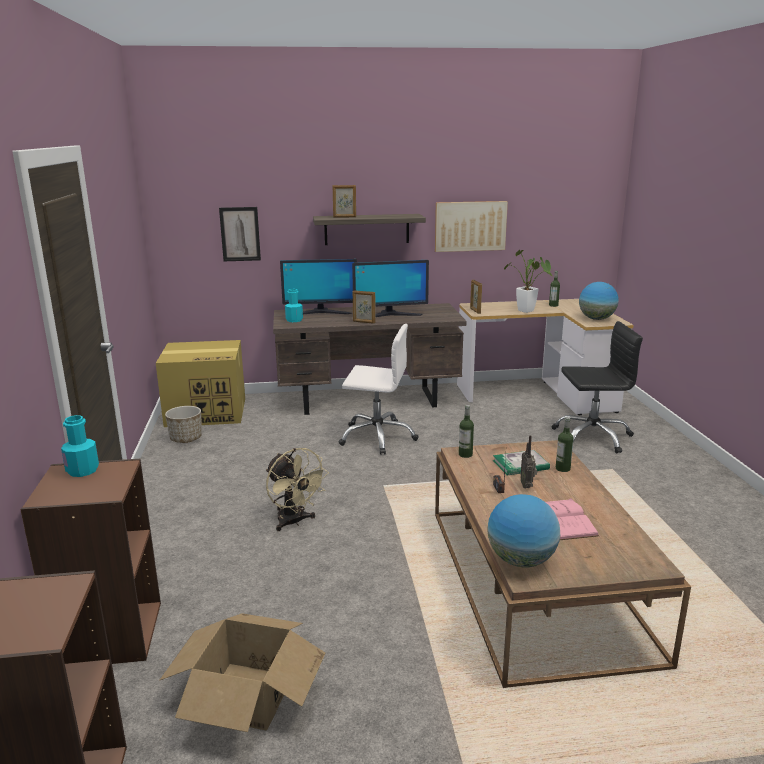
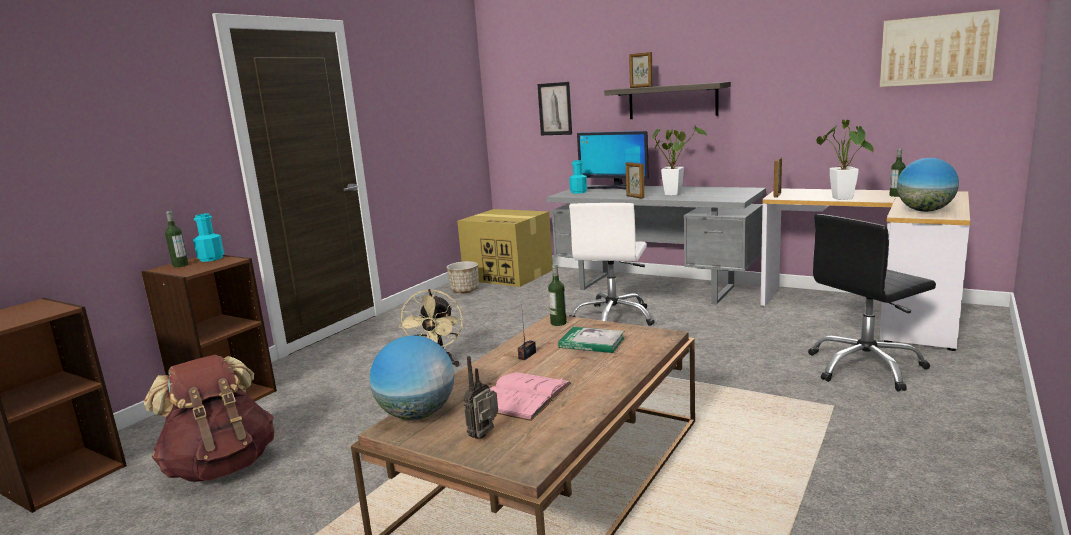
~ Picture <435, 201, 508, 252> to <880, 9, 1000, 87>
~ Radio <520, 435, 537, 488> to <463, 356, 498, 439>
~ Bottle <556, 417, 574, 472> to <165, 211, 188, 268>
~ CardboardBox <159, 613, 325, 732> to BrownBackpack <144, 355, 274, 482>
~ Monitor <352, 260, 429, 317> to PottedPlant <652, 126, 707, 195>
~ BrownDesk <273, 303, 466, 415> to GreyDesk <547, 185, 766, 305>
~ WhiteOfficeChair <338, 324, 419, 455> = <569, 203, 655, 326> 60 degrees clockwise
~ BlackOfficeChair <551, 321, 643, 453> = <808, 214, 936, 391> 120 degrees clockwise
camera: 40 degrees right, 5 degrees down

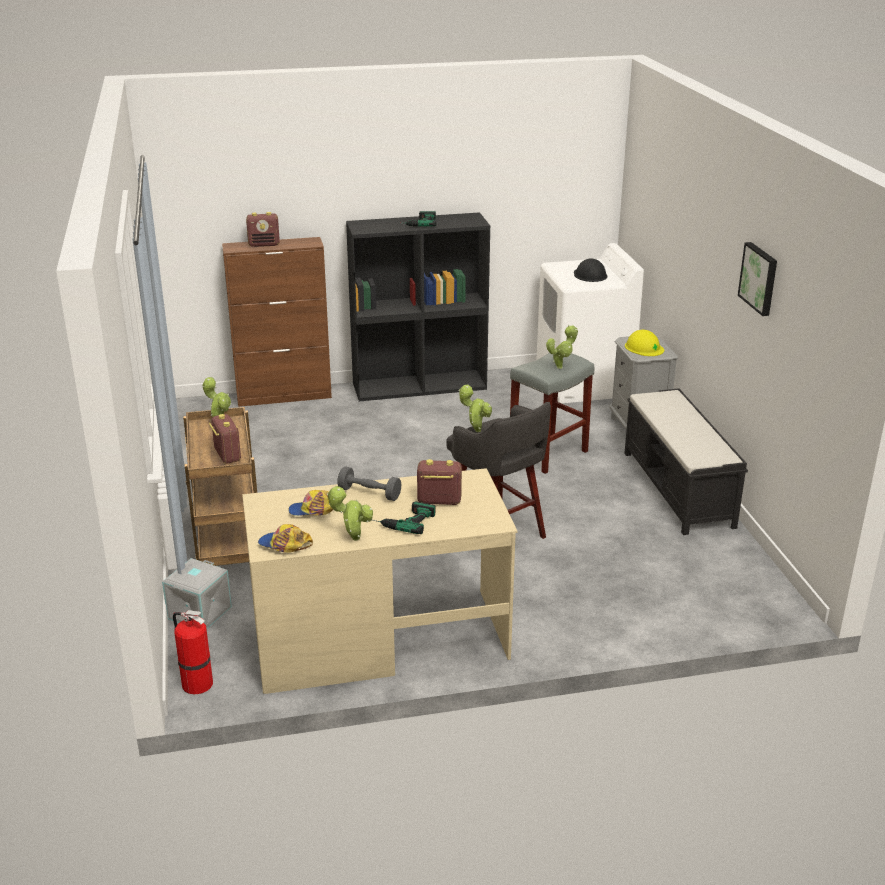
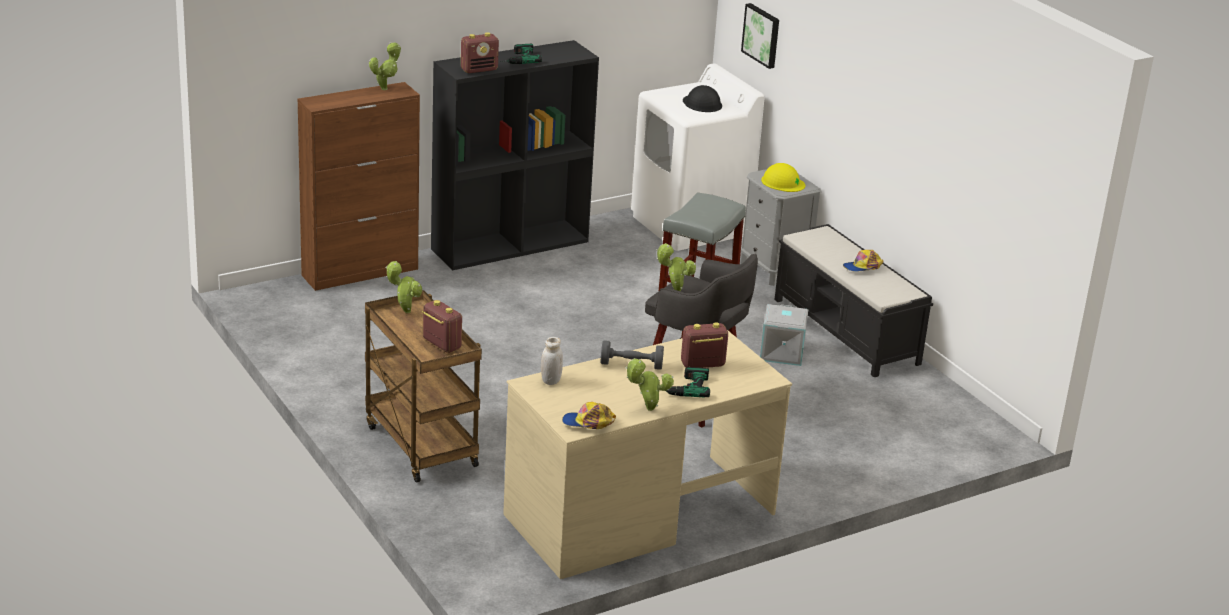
- FireExtinguisher <173, 610, 213, 694>
+ WhiteJar <541, 337, 563, 385>
~ GreyStorageBox <162, 558, 232, 629> to <760, 304, 808, 366>
~ Radio <246, 212, 280, 247> to <461, 32, 499, 73>
~ Cap <288, 490, 333, 516> to <843, 250, 883, 272>
~ PottedPlant <546, 325, 578, 369> to <369, 42, 401, 90>
~ Picture <738, 242, 777, 316> to <741, 3, 779, 69>
camera: 20 degrees left, 0 degrees up

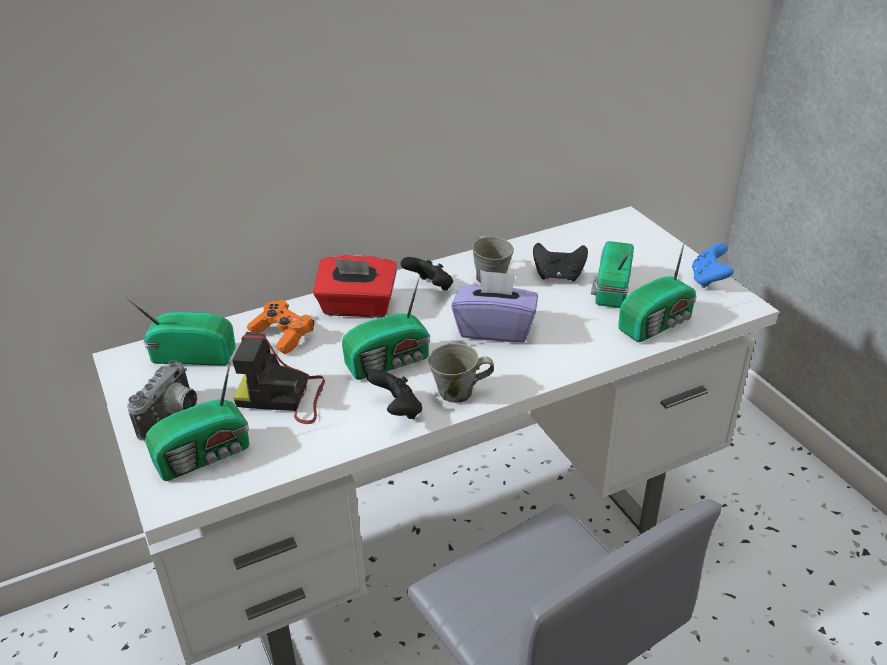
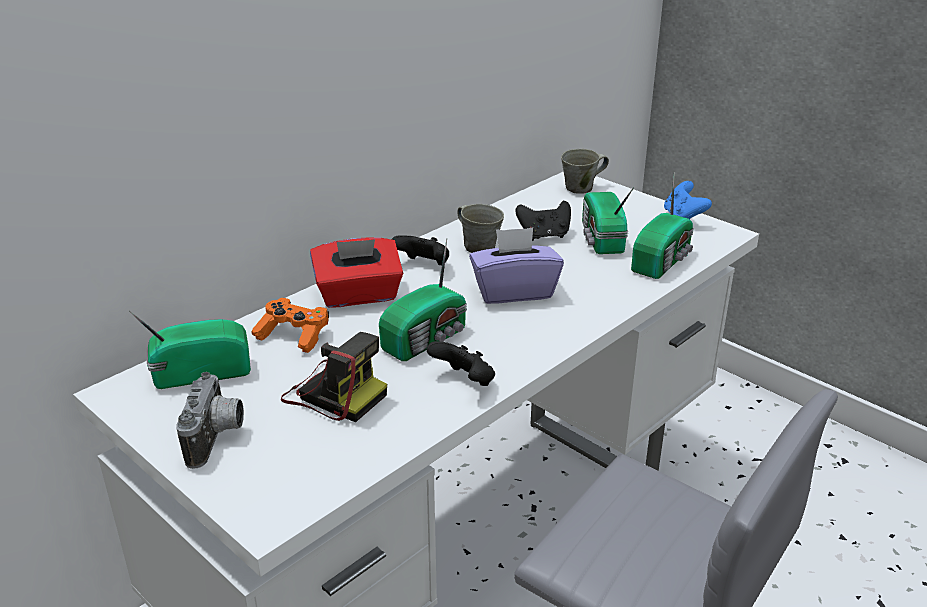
- Radio <145, 357, 249, 481>
~ GreyMug <429, 343, 494, 403> to <561, 149, 609, 194>
~ PhotoCamera <232, 332, 325, 424> = <281, 332, 387, 422> 135 degrees counterclockwise
camera: 20 degrees left, 5 degrees down

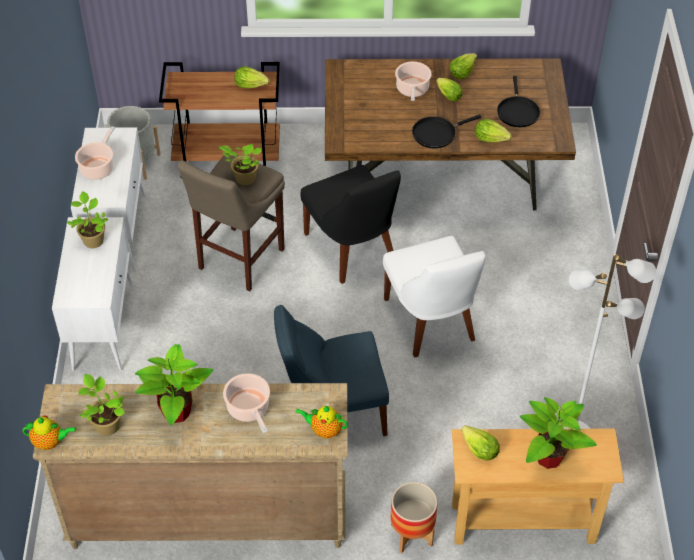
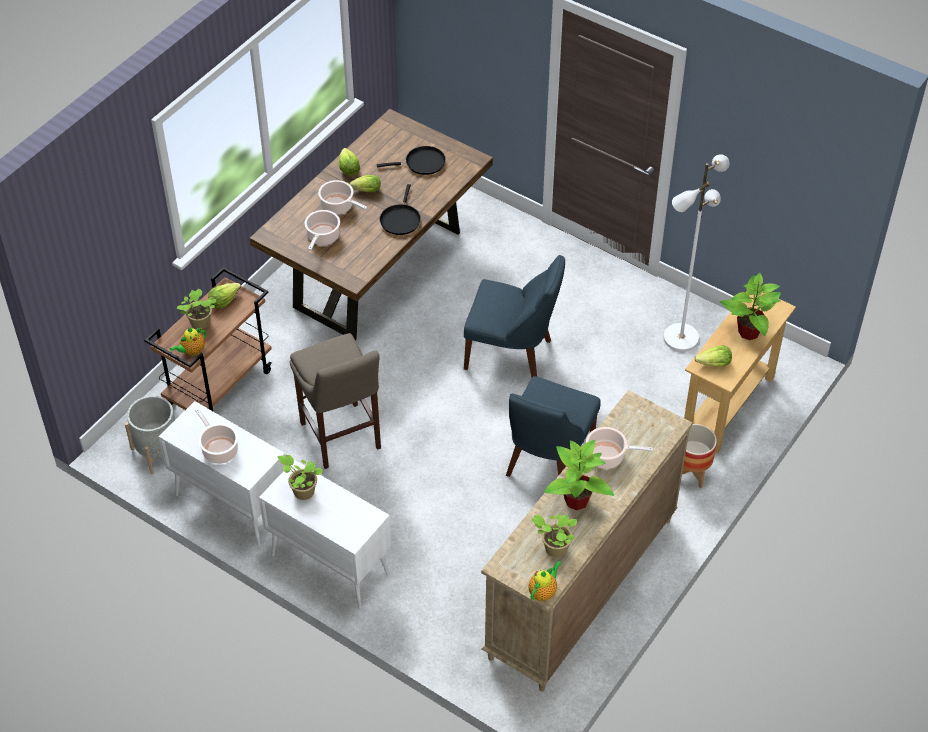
- BlackChair <301, 165, 401, 284>
- Lettuce <475, 119, 512, 142>
+ CookingPot <305, 210, 340, 250>
~ PottedPlant <219, 144, 261, 185> to <176, 289, 216, 330>
~ Teapot <295, 406, 348, 439> to <170, 328, 206, 356>
~ WhiteChair <383, 236, 486, 358> to BlueChair <464, 255, 565, 378>
~ BlackFryingPan <497, 76, 540, 127> = <377, 146, 446, 175> 45 degrees counterclockwise
camera: 55 degrees left, 0 degrees up

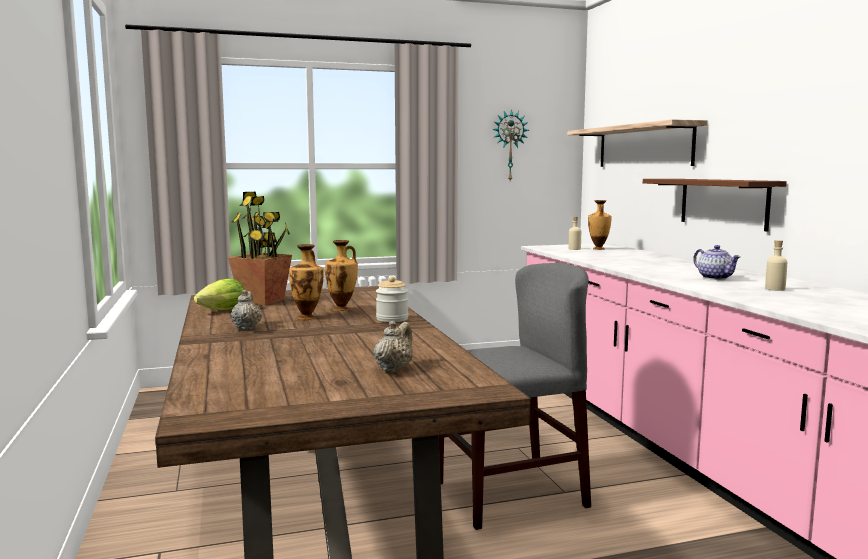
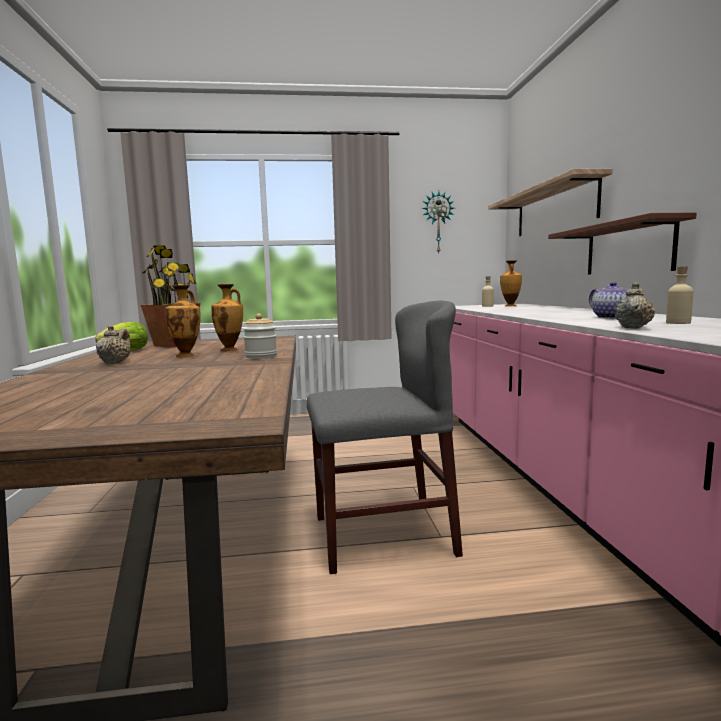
~ BeigeTeapot <374, 321, 413, 372> to <615, 282, 655, 329>
camera: 10 degrees right, 0 degrees up

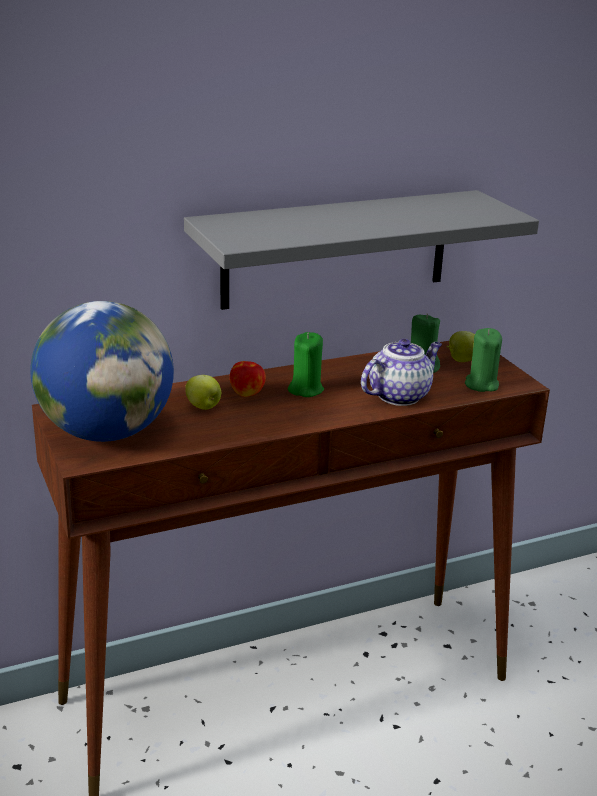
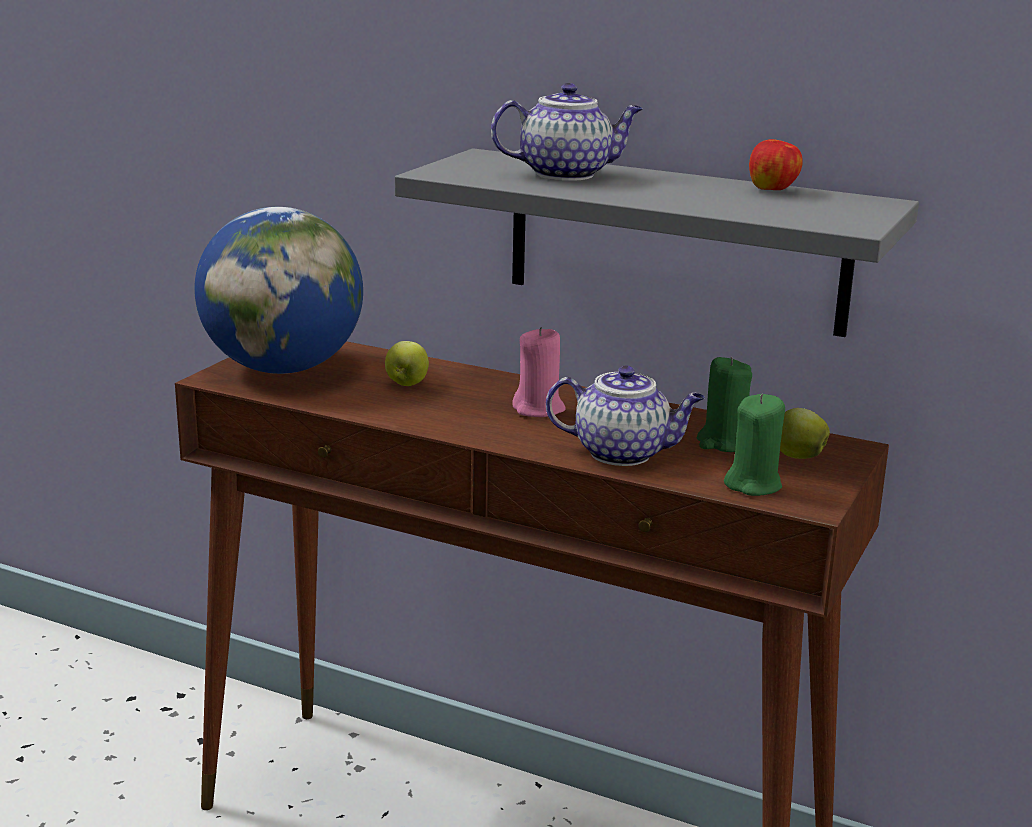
+ Teapot <491, 83, 643, 181>
~ Apple <230, 361, 266, 397> to <749, 139, 803, 190>
~ GreenCandle <288, 332, 324, 397> to PinkCandle <512, 327, 566, 417>
camera: 50 degrees right, 5 degrees down

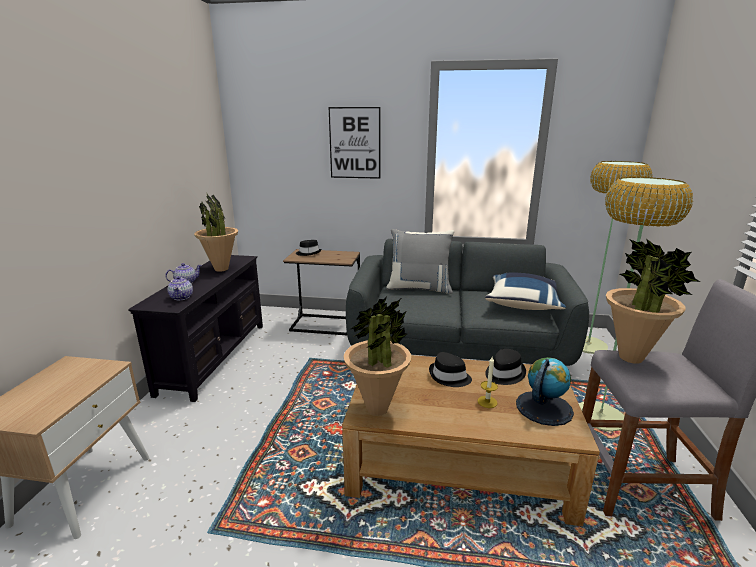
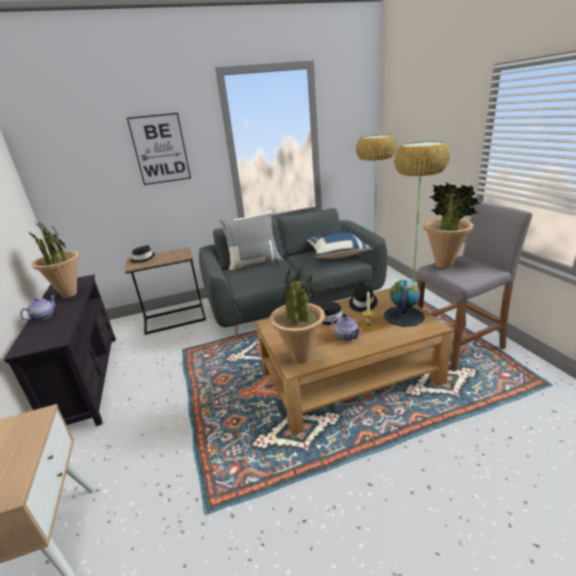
~ Teapot <167, 276, 193, 300> to <331, 316, 362, 341>
camera: 25 degrees left, 5 degrees up

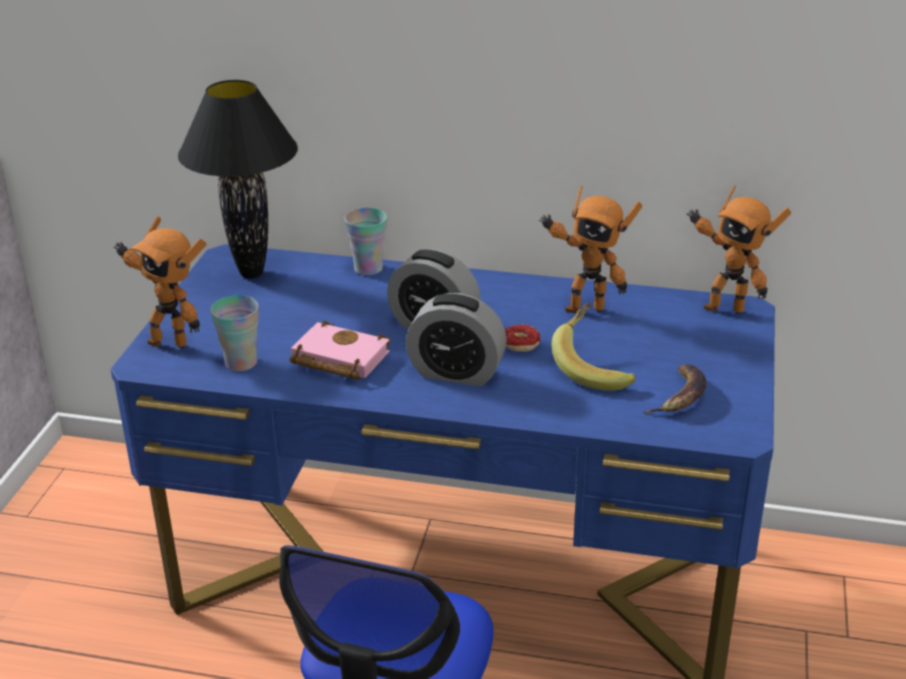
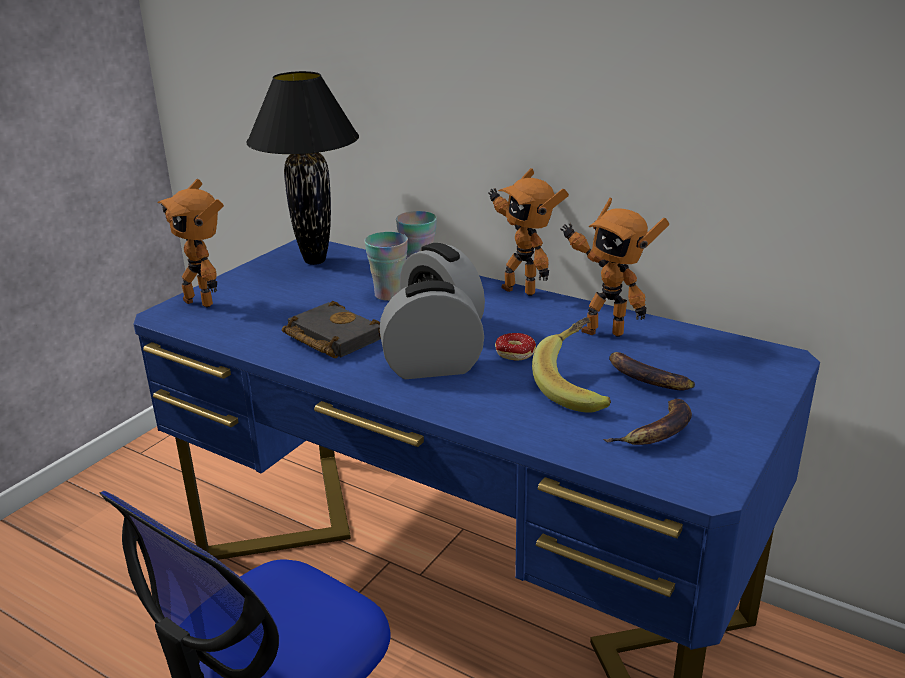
+ Banana <609, 352, 695, 391>
~ Cup <210, 295, 259, 371> to <364, 232, 408, 301>
~ ToyRobot <687, 185, 791, 314> to <488, 168, 569, 296>
~ PinkBook <289, 321, 390, 380> to BlackBook <282, 301, 381, 358>
~ AlarmClock <406, 293, 507, 386> = <379, 281, 484, 379> 135 degrees clockwise
camera: 20 degrees right, 5 degrees down

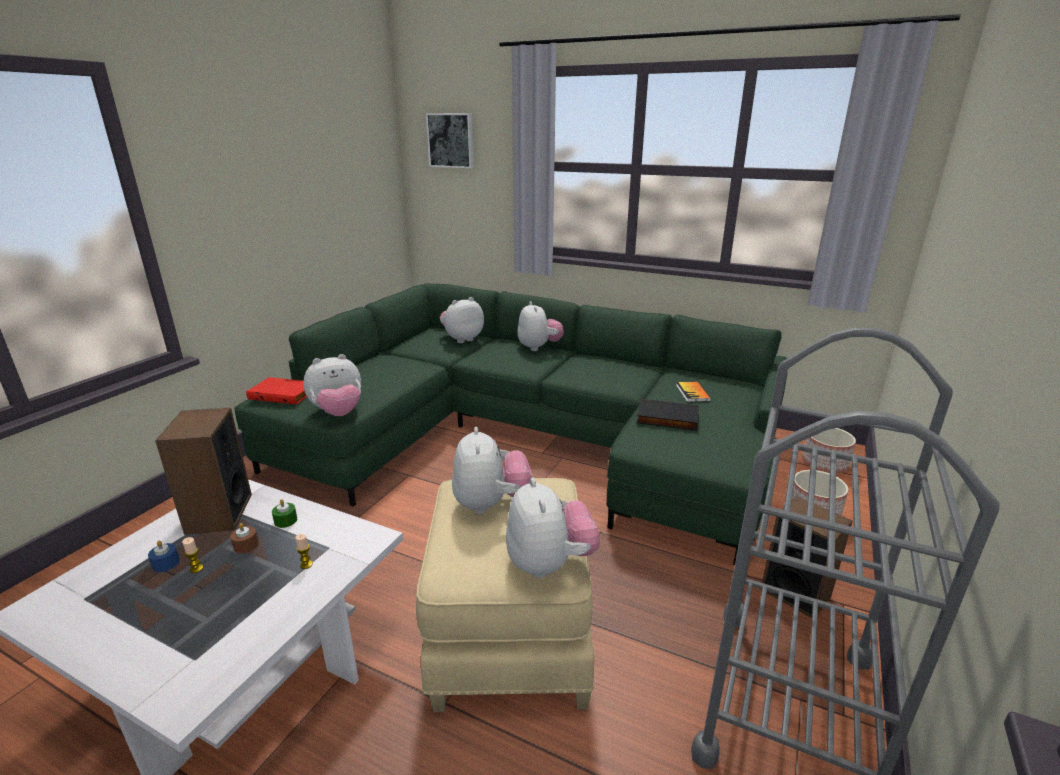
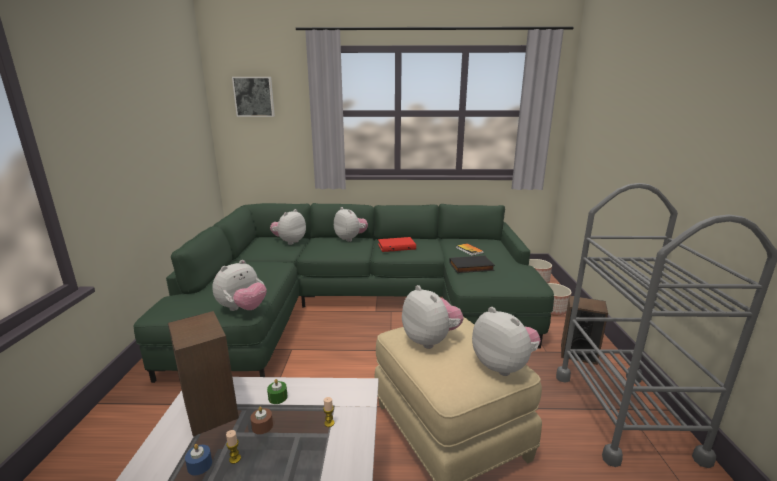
~ RedBook <246, 377, 307, 405> to <378, 237, 416, 252>
camera: 25 degrees left, 5 degrees down

